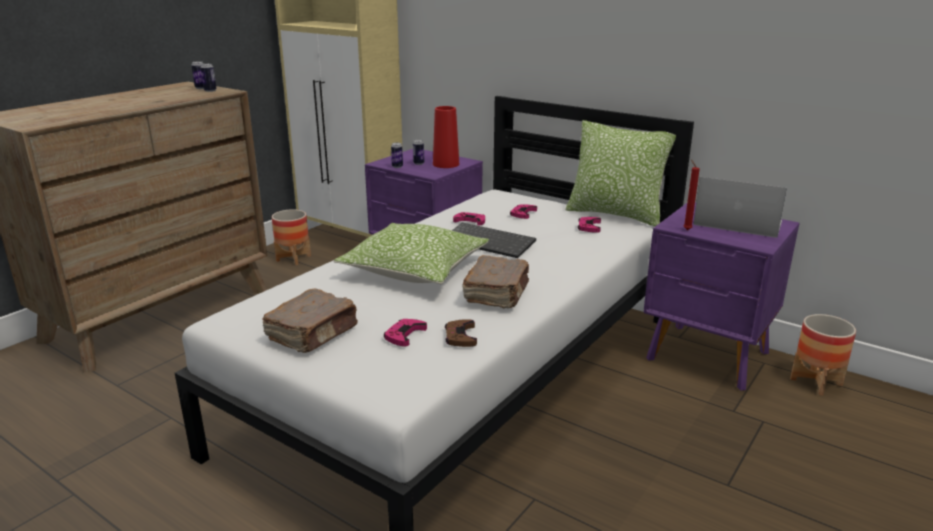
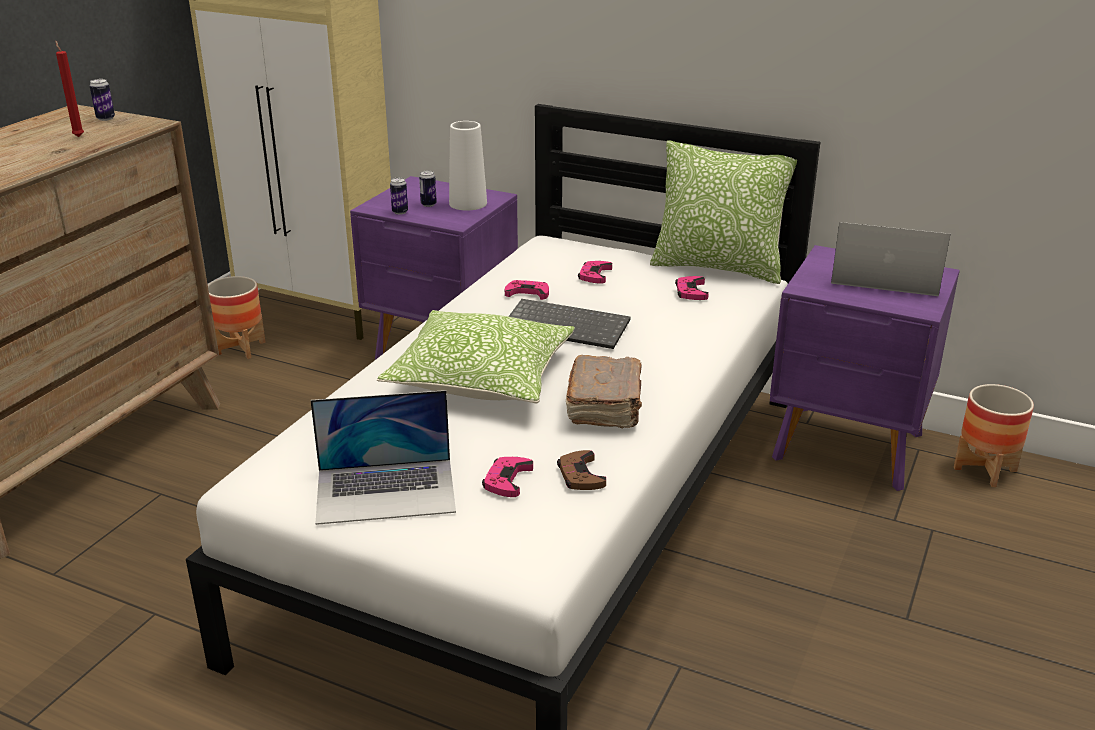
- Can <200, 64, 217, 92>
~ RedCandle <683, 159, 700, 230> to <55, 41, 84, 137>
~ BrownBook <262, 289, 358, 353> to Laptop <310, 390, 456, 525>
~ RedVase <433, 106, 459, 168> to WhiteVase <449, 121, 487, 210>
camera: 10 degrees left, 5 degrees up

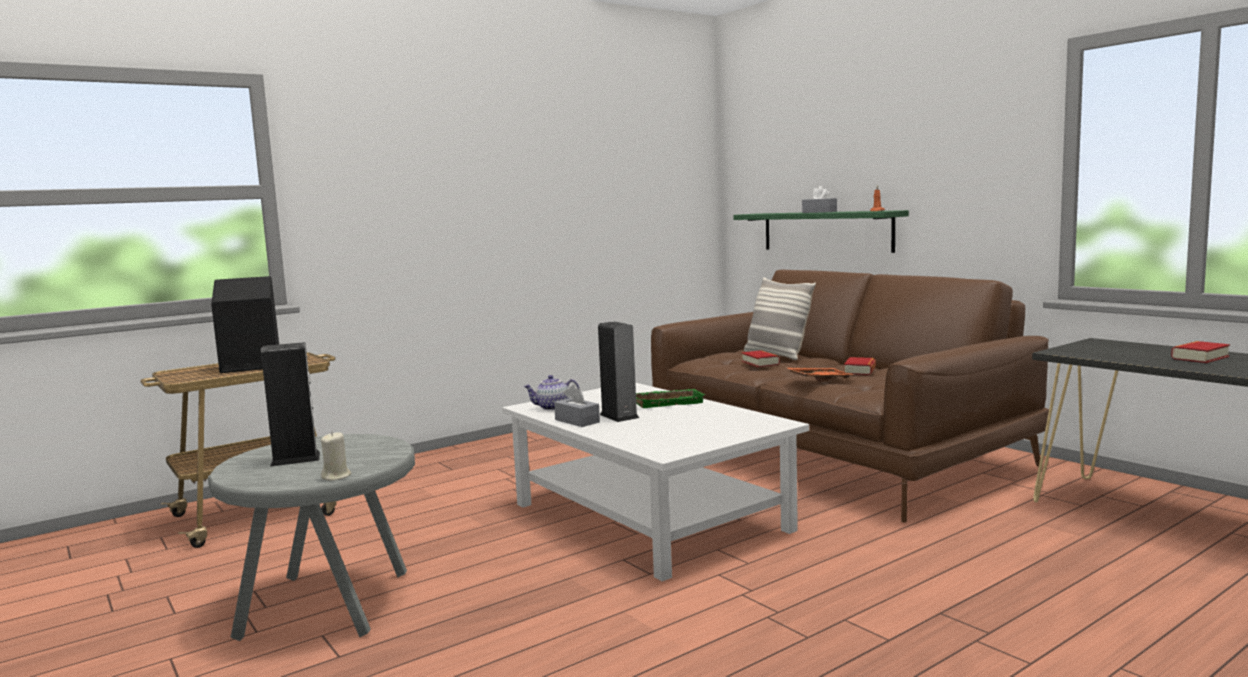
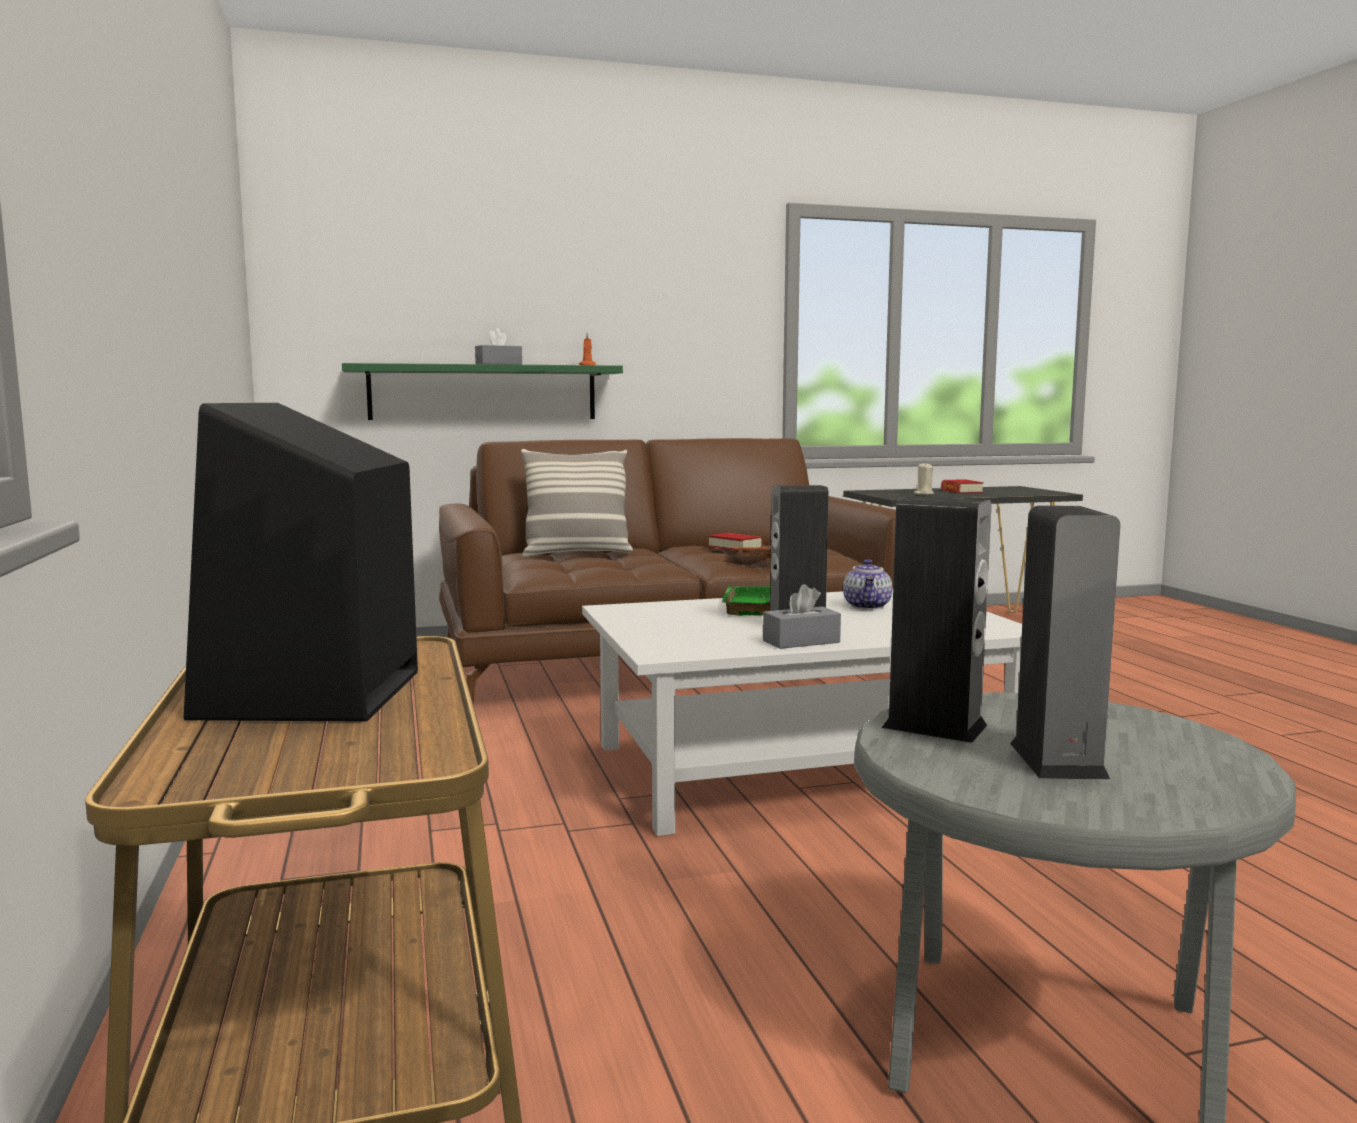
- Book <741, 350, 780, 367>
+ Speaker <882, 496, 991, 743>
~ BeigeCandle <321, 432, 352, 481> to <914, 462, 934, 495>
~ Teapot <523, 375, 579, 410> to <843, 559, 892, 610>
camera: 70 degrees left, 0 degrees up

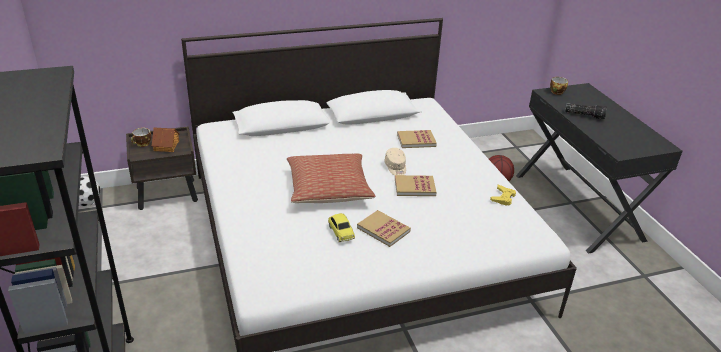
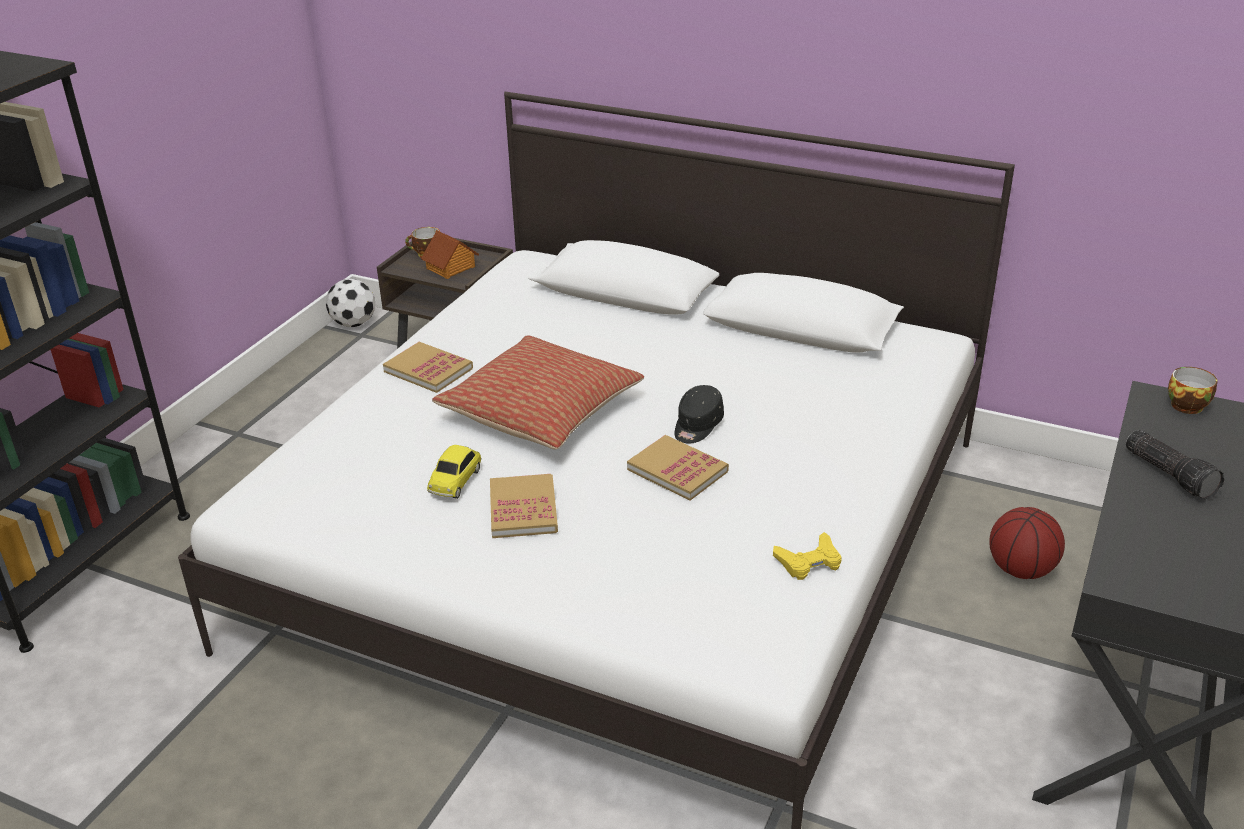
~ Book <397, 130, 437, 148> to <383, 342, 473, 393>
~ BeigeCap <384, 148, 406, 175> to BlackCap <675, 385, 724, 443>
camera: 45 degrees right, 0 degrees up

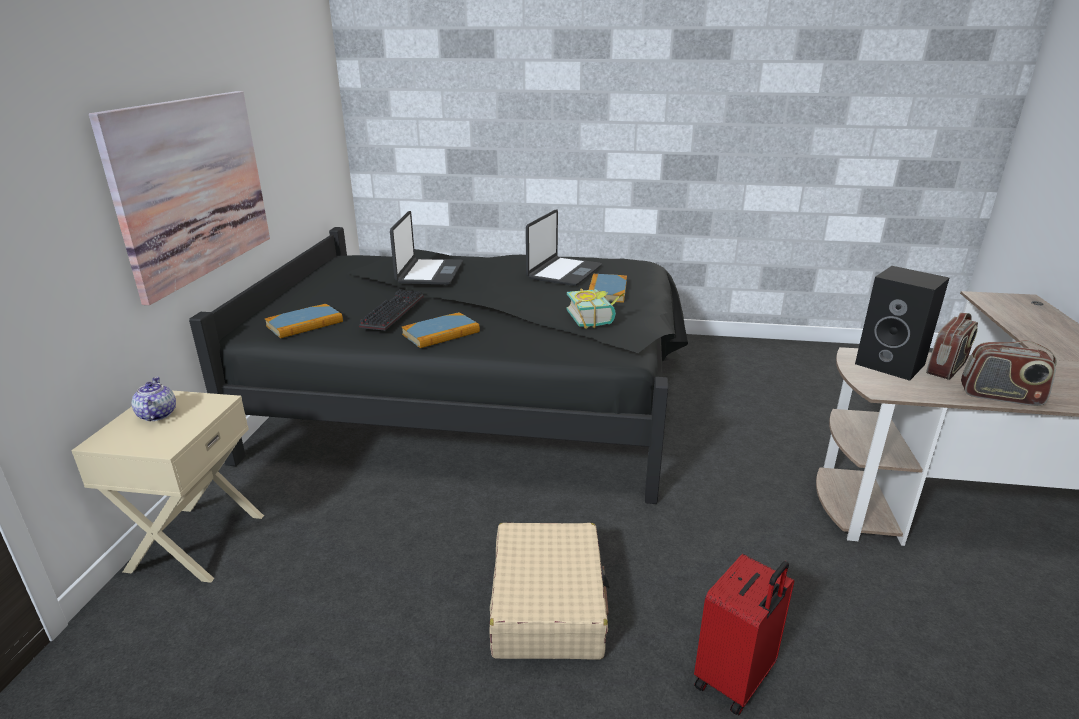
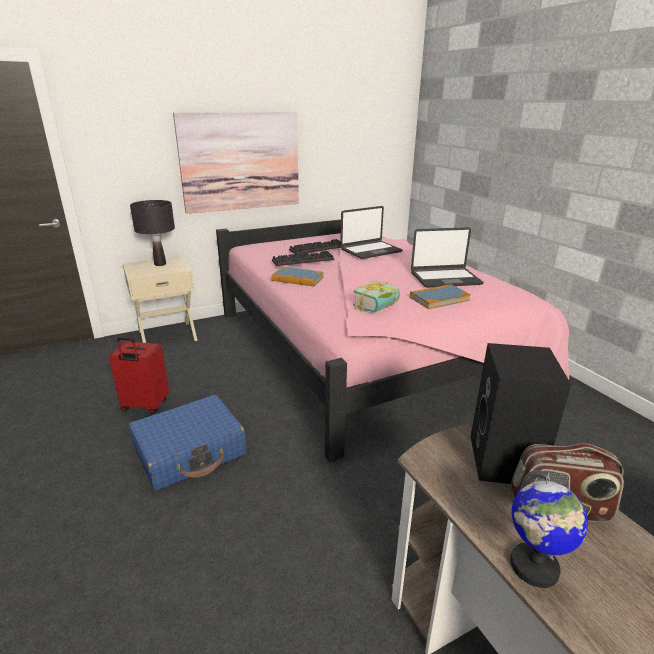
- Book <265, 304, 343, 338>
+ Keyboard <289, 239, 341, 255>
~ RedSuitcase <694, 554, 794, 716> to <109, 337, 169, 414>
~ Teapot <132, 377, 176, 421> to BlackTableLamp <130, 200, 175, 266>
~ Radio <961, 340, 1057, 406> to Globe <510, 470, 588, 588>
~ BlackBed <189, 227, 688, 504> to PinkBed <216, 219, 569, 462>
~ BeigeSuitcase <490, 523, 610, 660> to BlueSuitcase <129, 395, 246, 491>
camera: 55 degrees right, 0 degrees up

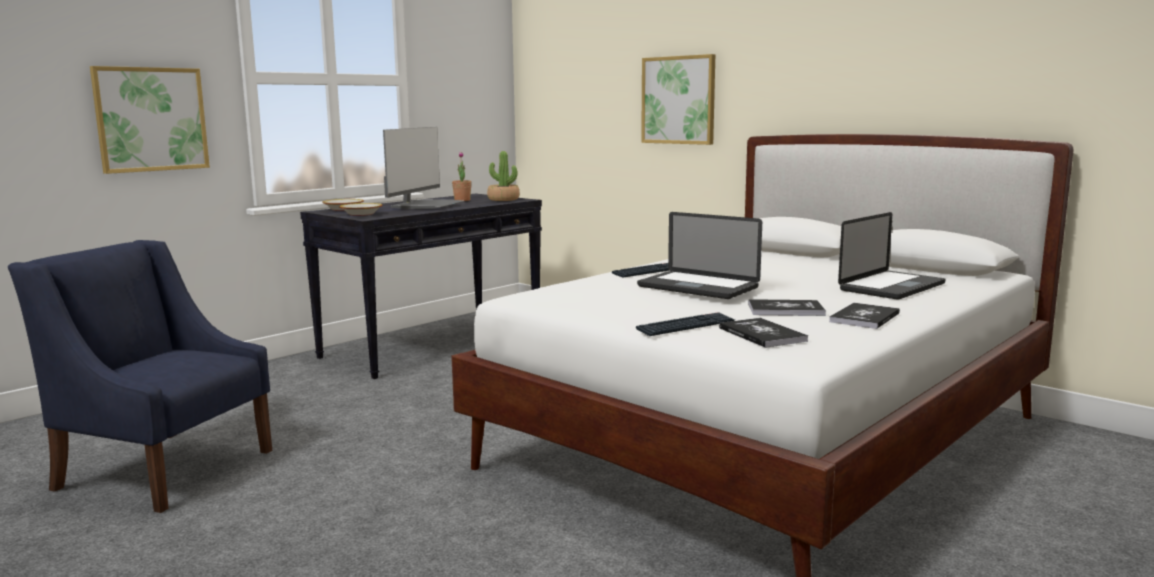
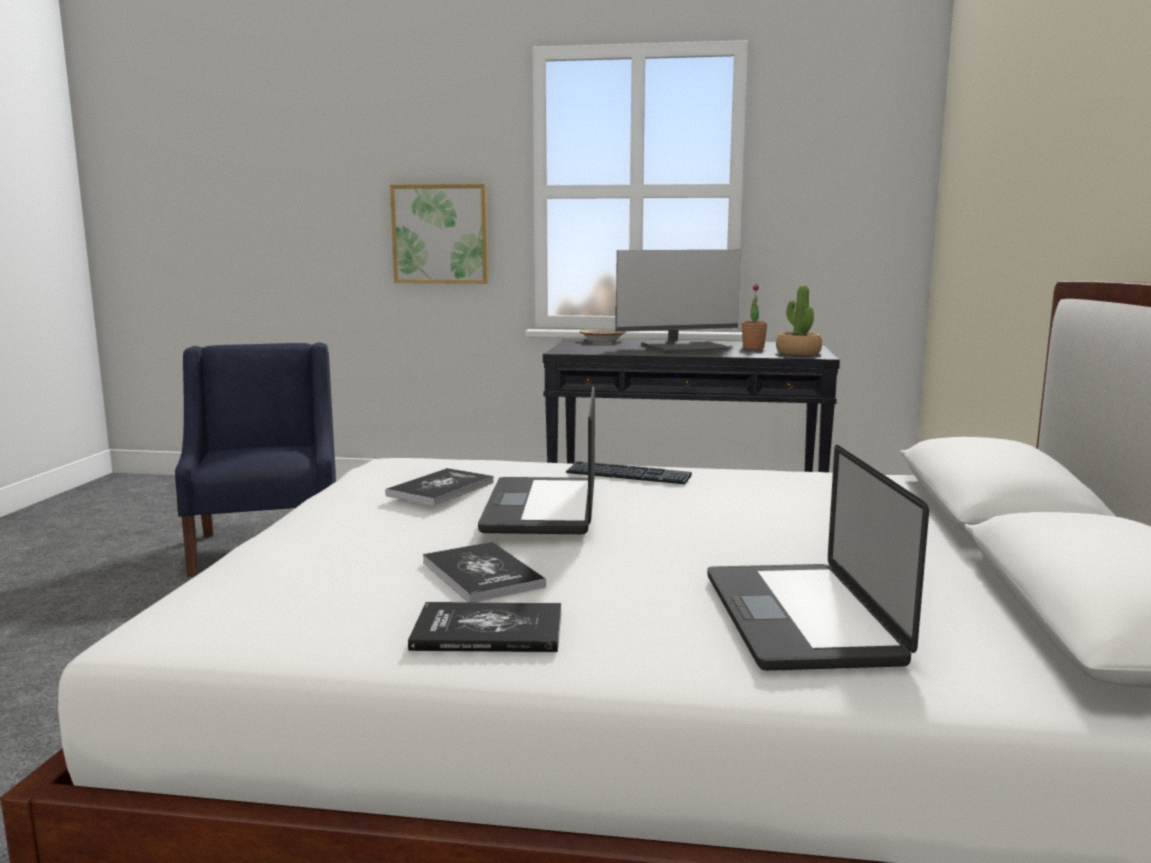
- Bowl <339, 203, 383, 216>
- Keyboard <636, 312, 735, 336>
- Picture <641, 54, 715, 145>
~ Book <719, 318, 808, 348> to <386, 468, 494, 506>
~ Laptop <838, 212, 945, 300> = <707, 445, 929, 671> 75 degrees clockwise
camera: 55 degrees right, 0 degrees up

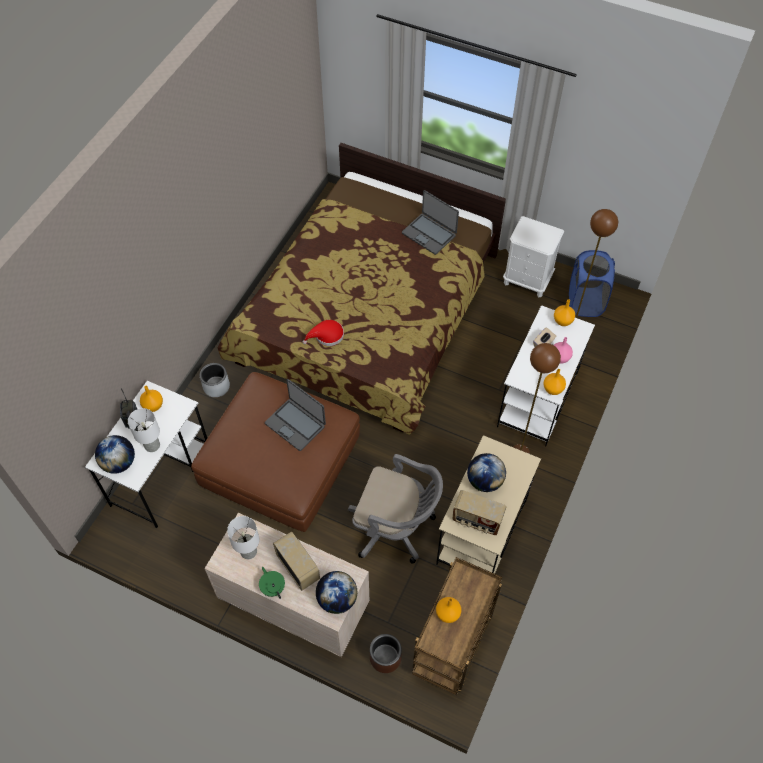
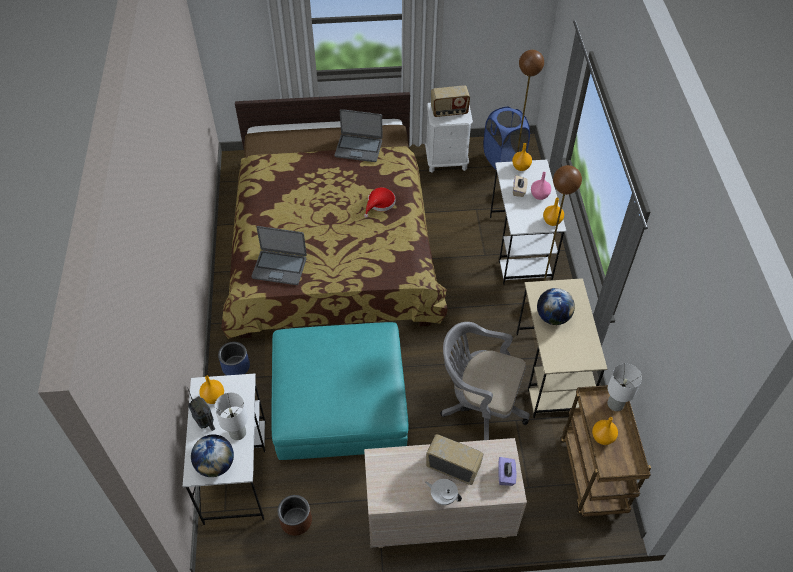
~ WhiteTableLamp <227, 516, 259, 559> to <607, 364, 642, 411>
~ Laptop <265, 379, 326, 451> to <251, 226, 307, 285>
~ RedHat <303, 320, 344, 346> to <364, 188, 395, 218>
~ BrownPlanter <370, 634, 402, 673> to <278, 495, 312, 536>
~ Radio <452, 490, 507, 535> to <431, 85, 470, 117>
~ Globe <316, 571, 357, 614> to PurpleTissueBox <498, 457, 516, 486>
~ BrownOttoman <191, 372, 360, 532> to TurquoiseOttoman <271, 322, 409, 460>
~ GreyPlanter <200, 363, 230, 397> to BluePlanter <218, 342, 250, 375>
~ GreenTeapot <259, 567, 285, 599> to WhiteTeapot <425, 479, 462, 505>
~ GreyOfficeChair <348, 454, 443, 564> = <440, 322, 530, 440> 150 degrees counterclockwise
camera: 30 degrees left, 5 degrees down

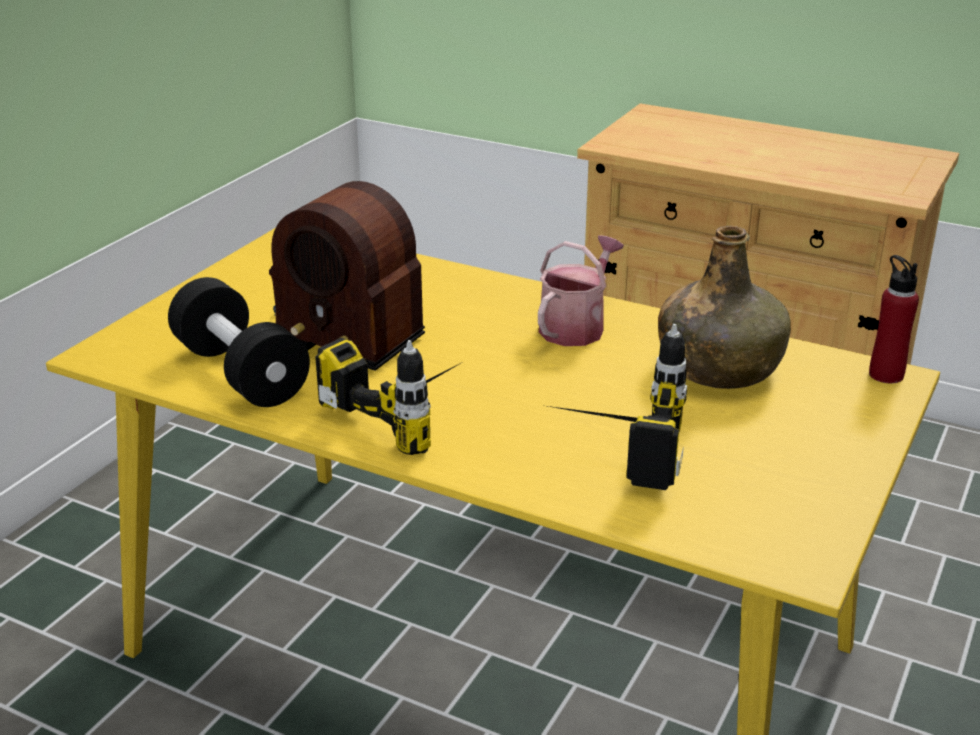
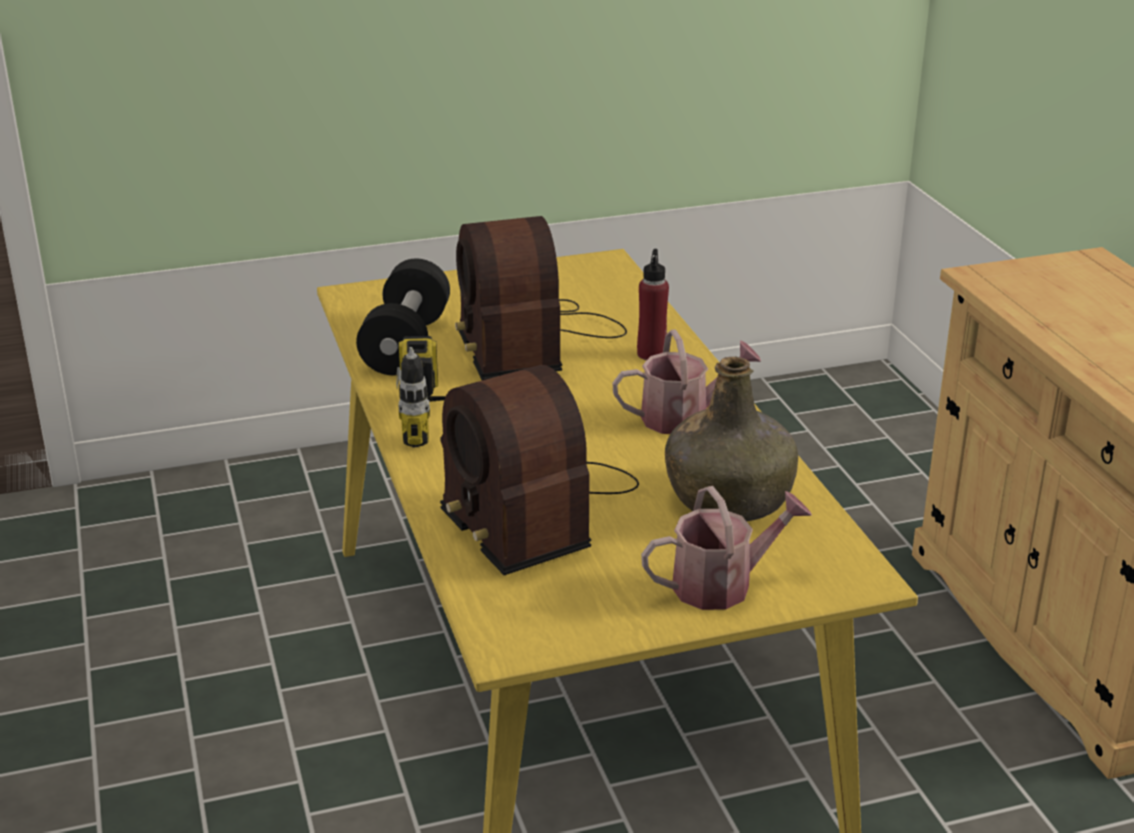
+ WateringCan <641, 486, 812, 610>
~ RedBottle <869, 255, 919, 383> to <637, 249, 669, 360>
~ PowerDrill <542, 324, 687, 490> to Radio <440, 365, 639, 575>
camera: 45 degrees right, 0 degrees up

